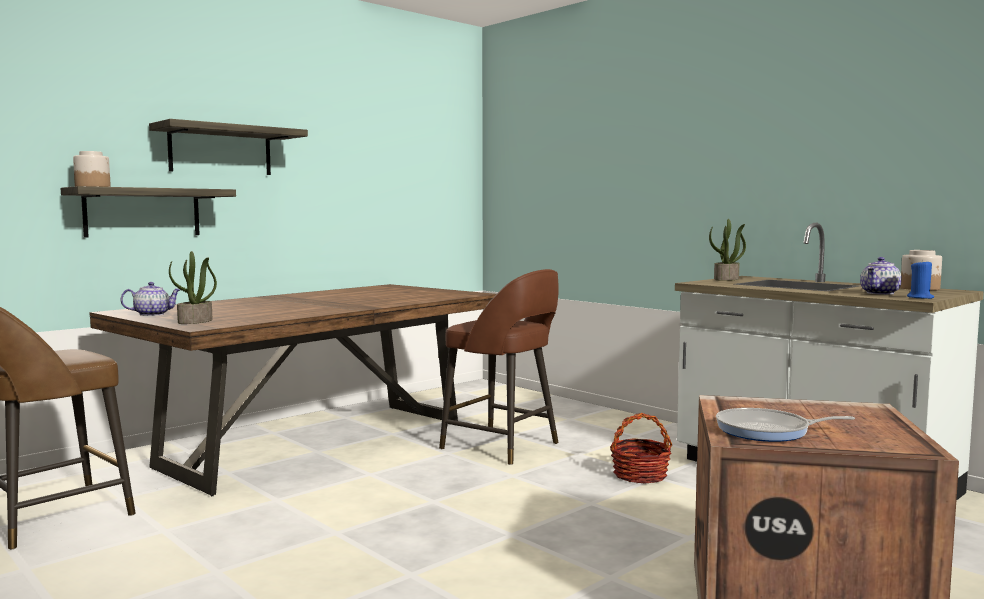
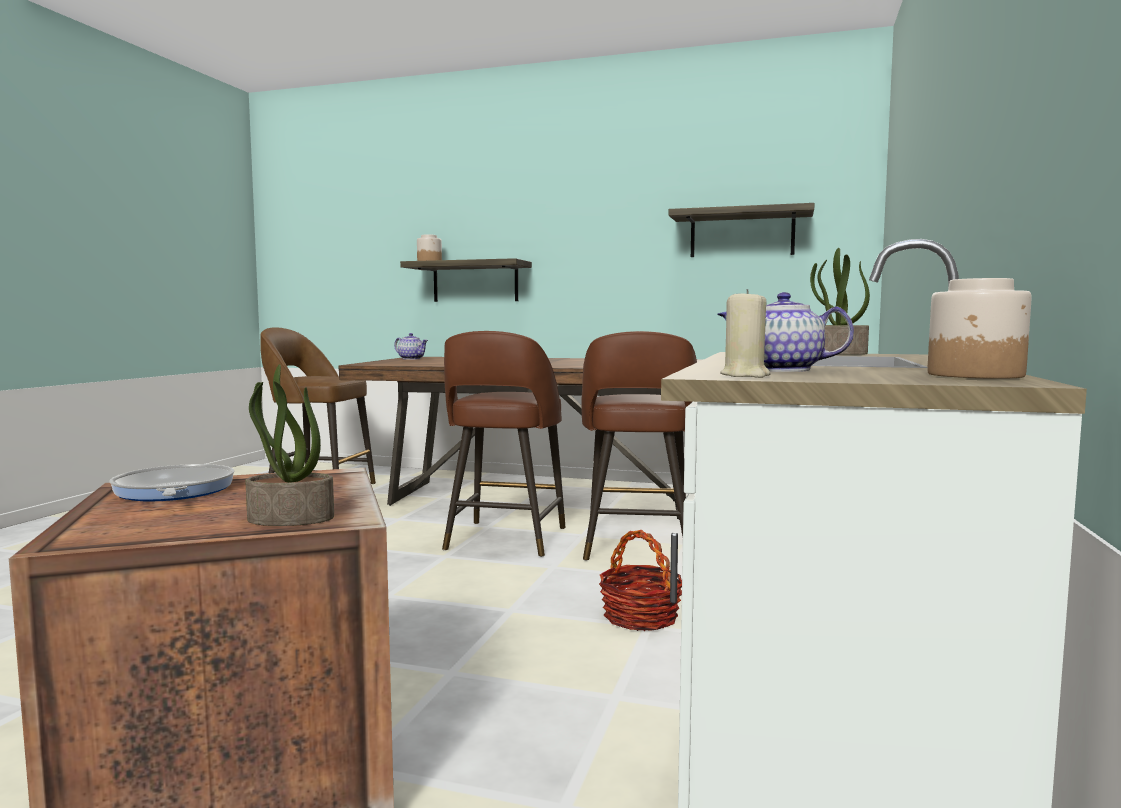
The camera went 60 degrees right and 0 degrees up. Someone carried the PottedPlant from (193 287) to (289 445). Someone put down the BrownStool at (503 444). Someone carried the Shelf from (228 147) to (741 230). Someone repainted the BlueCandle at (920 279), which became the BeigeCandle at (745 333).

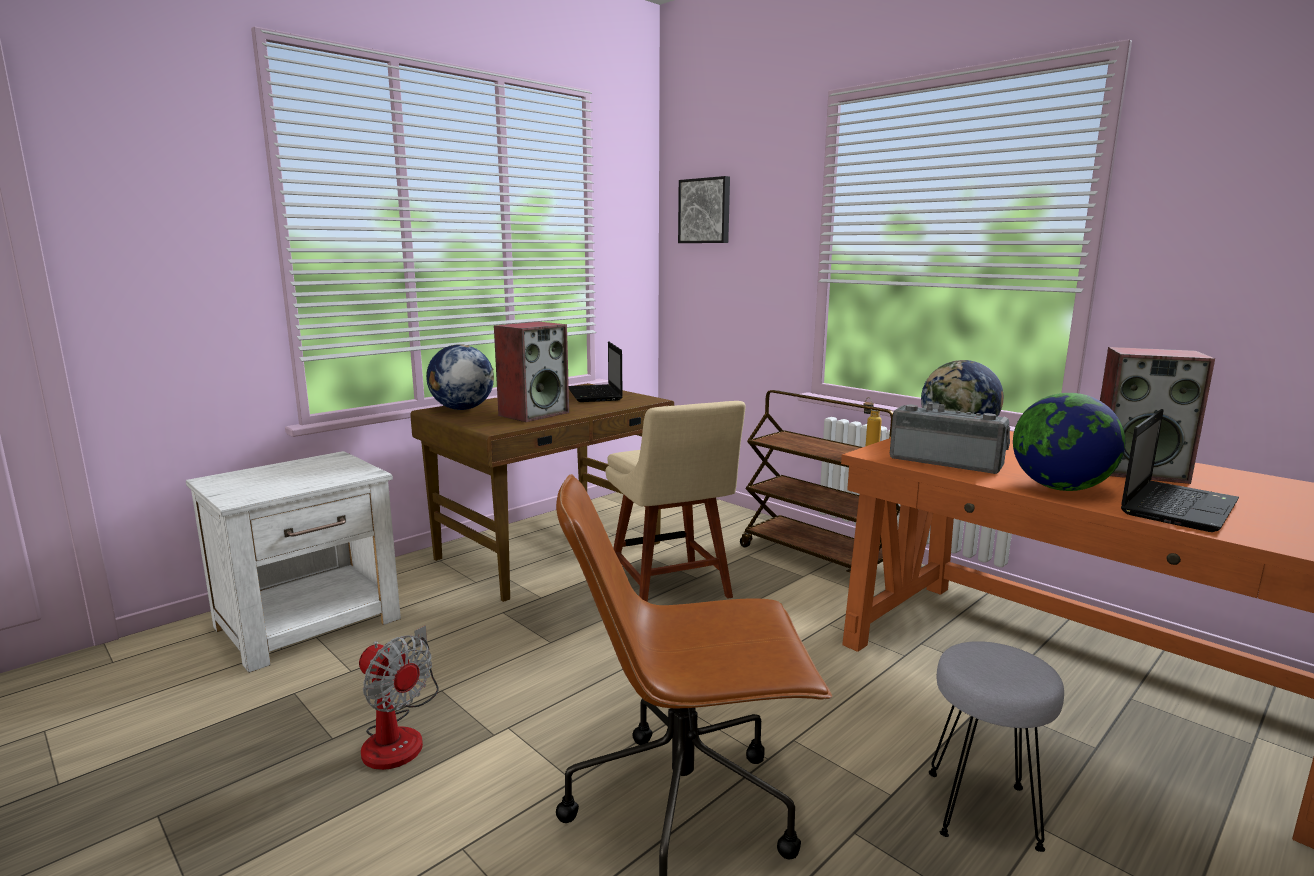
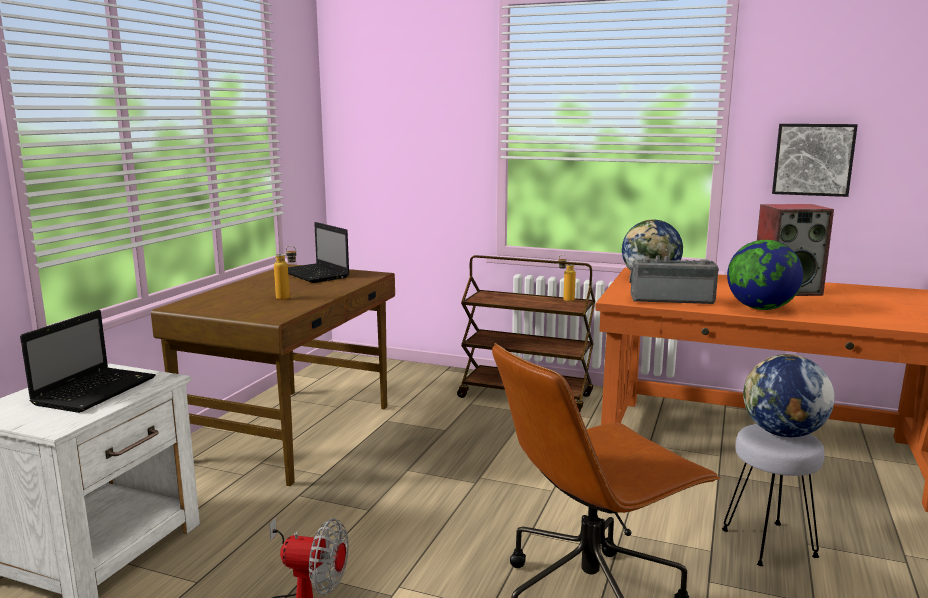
The camera went 25 degrees left and 0 degrees up. Someone carried the Laptop from (1180 470) to (87 361). Someone swapped the Speaker at (531 371) for the Bottle at (285 273). Someone carried the Globe from (460 377) to (789 395). Someone carried the Picture from (704 209) to (815 160). Someone took away the BeigeChair at (676 501).

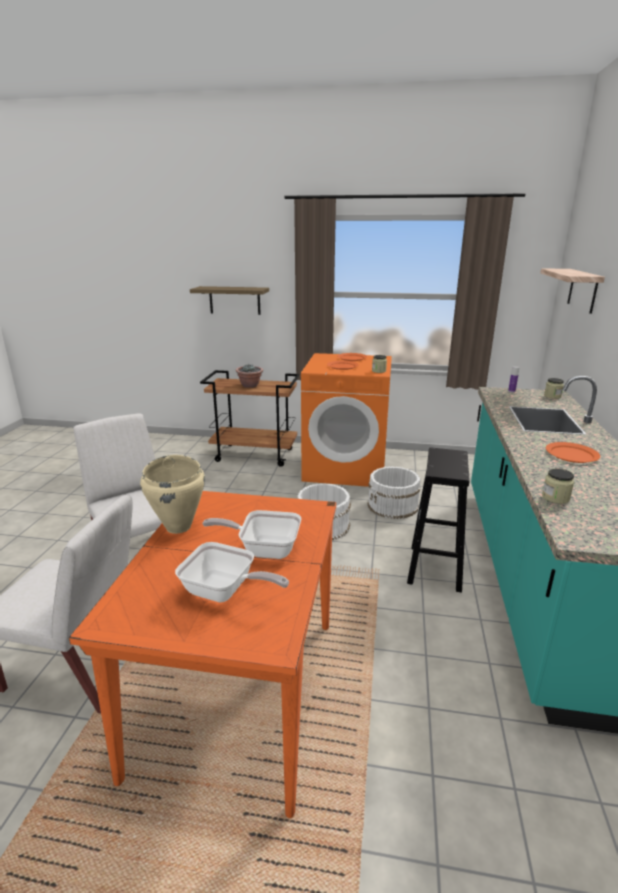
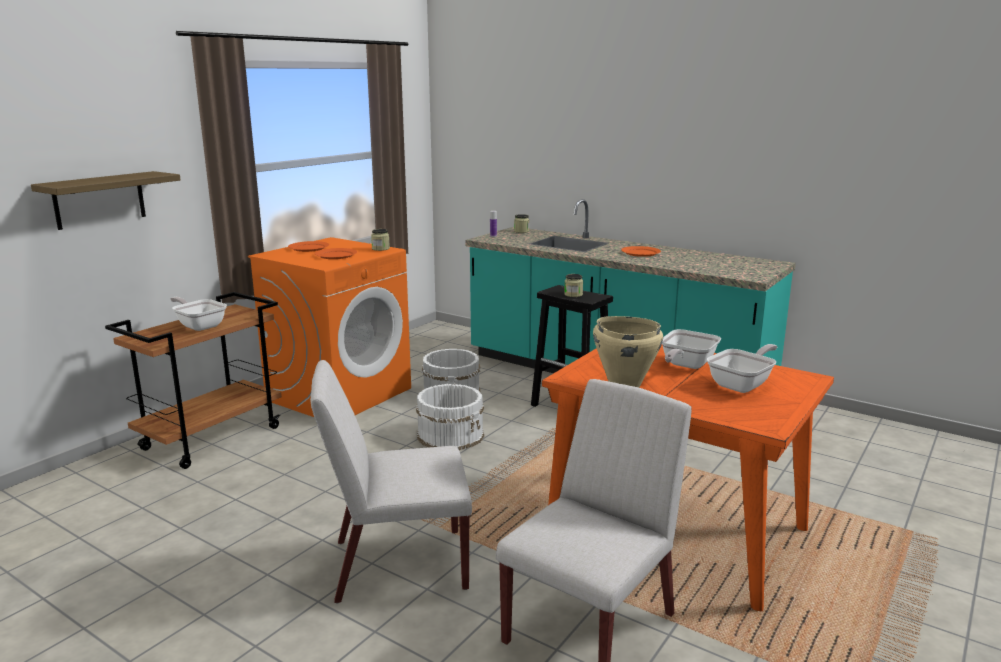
The camera went 65 degrees left and 5 degrees down. Someone swapped the PottedPlant at (249 376) for the FryingPan at (198 314). Someone carried the Jar from (558 486) to (573 285). Someone took away the Shelf at (572 291).

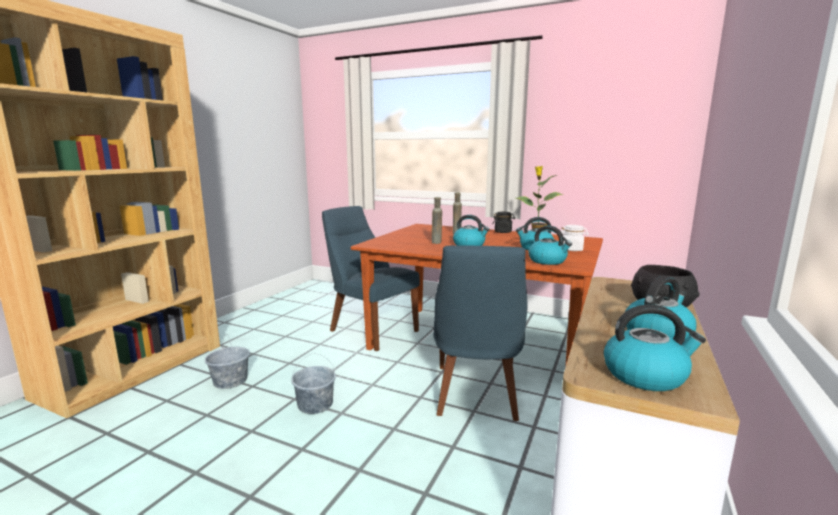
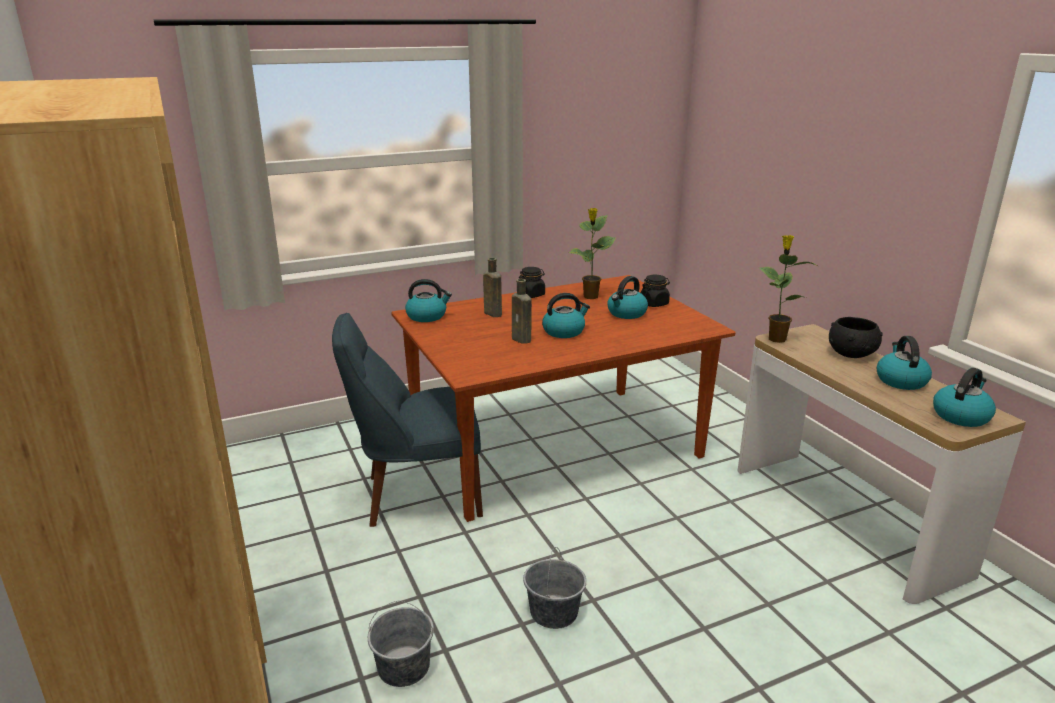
The camera went 50 degrees left and 10 degrees up. Someone carried the Kettle from (550 245) to (428 300). Someone repainted the WhiteJar at (574 238), which became the BlackJar at (655 291). Someone put down the PottedPlant at (787 289). Someone took away the BlueChair at (480 333).

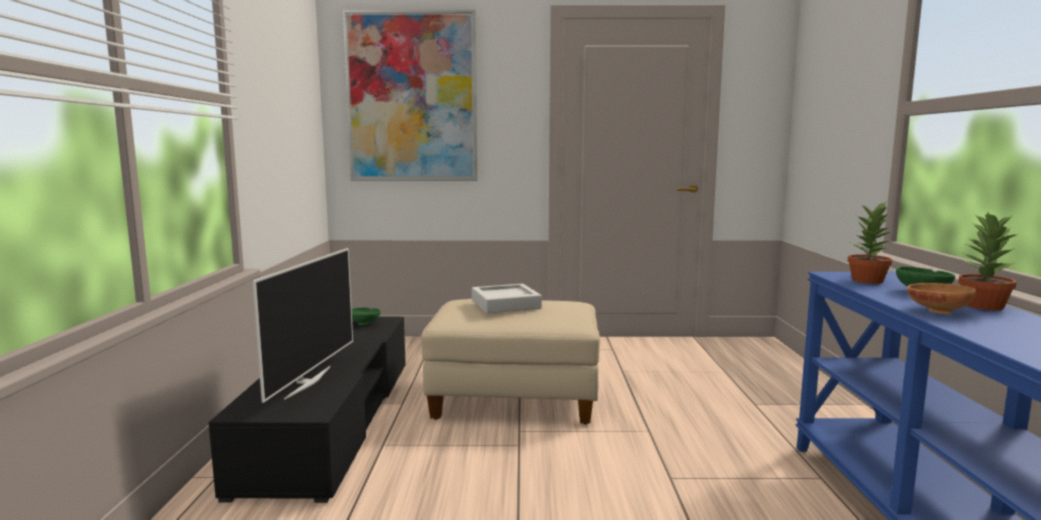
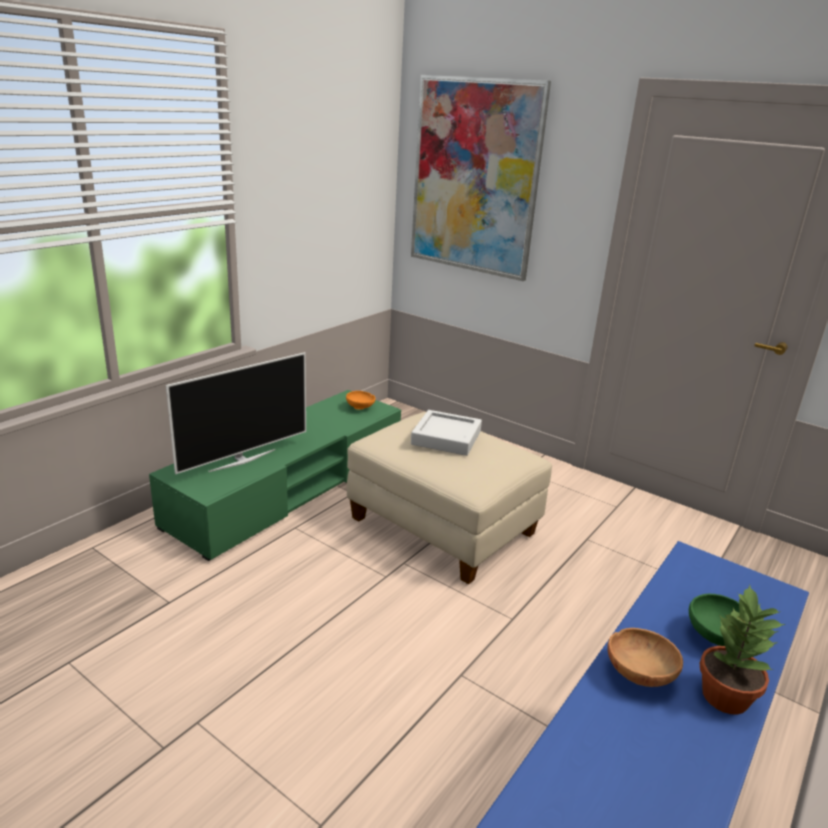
The camera went 35 degrees right and 15 degrees up. Someone repainted the BlackTvStand at (307 410), which became the GreenTvStand at (275 475). Someone repainted the GreenBowl at (366 316), which became the OrangeBowl at (360 400). Someone took away the PottedPlant at (870 242).

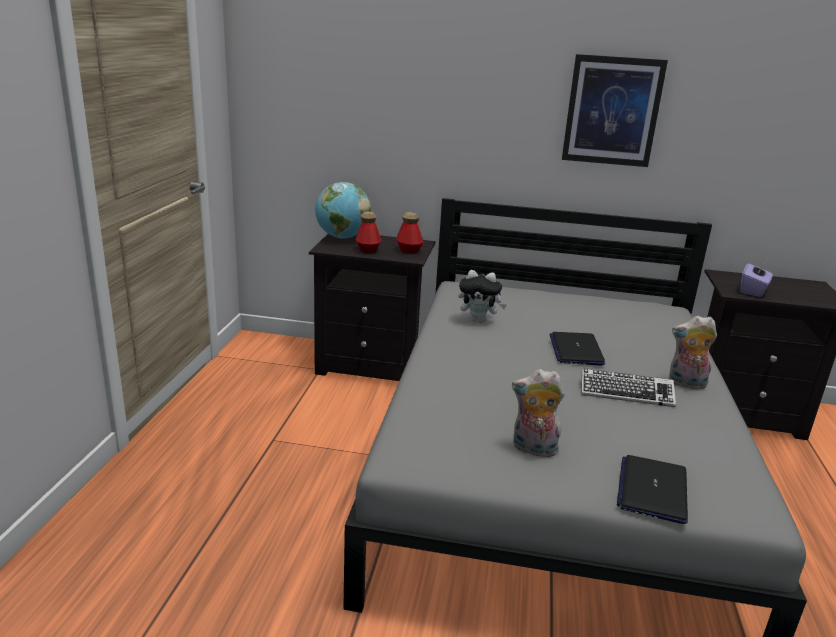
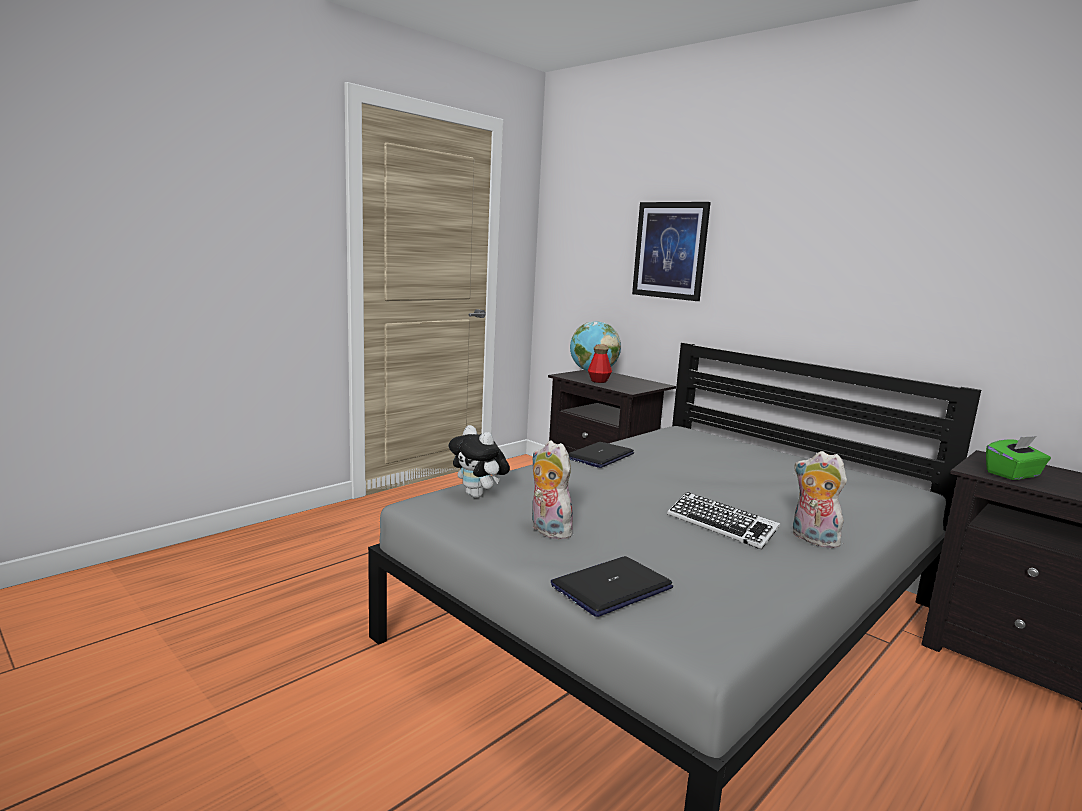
The camera went 35 degrees right and 10 degrees down. Someone carried the PlushToy from (482 296) to (479 461). Someone carried the Laptop from (577 349) to (601 455). Someone carried the Picture from (615 110) to (671 251). Someone repainted the PurpleTissueBox at (756 279), which became the GreenTissueBox at (1018 458). Someone took away the Bottle at (410 233).

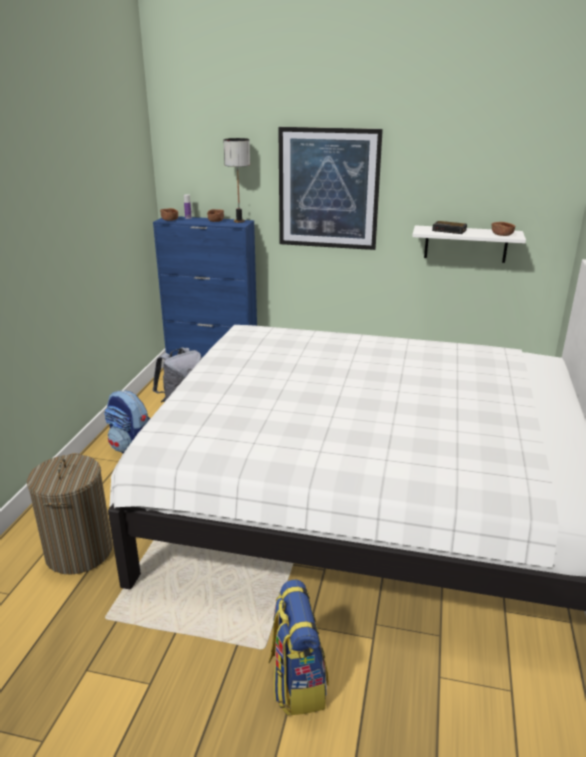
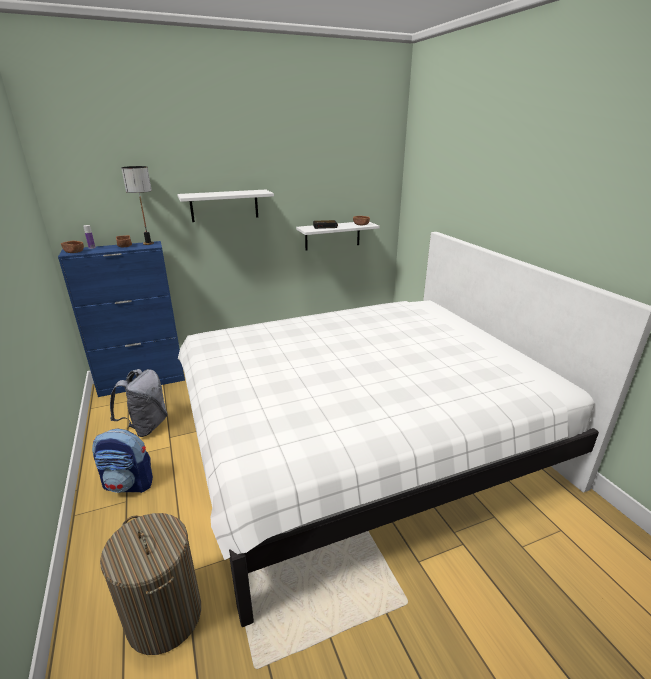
The camera went 35 degrees left and 0 degrees up. Someone swapped the Picture at (330 188) for the WhiteShelf at (225 206). Someone took away the Backpack at (298 647).

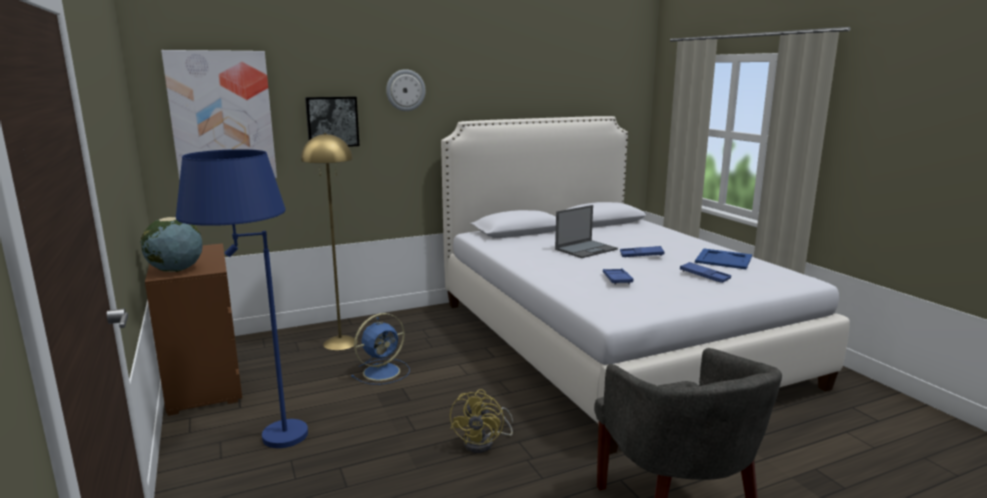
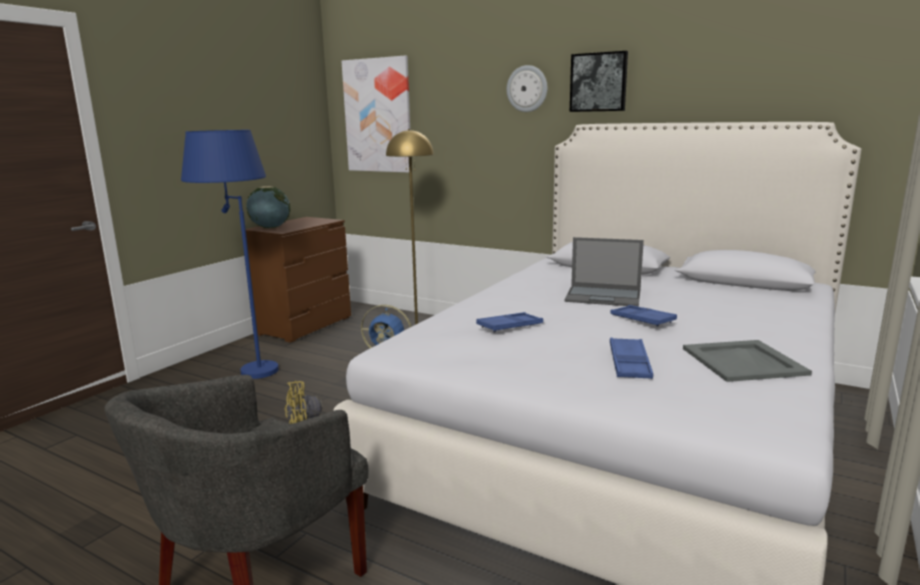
The camera went 55 degrees right and 0 degrees up. Someone carried the Picture from (332 121) to (599 81). Someone repainted the BlueTray at (723 259), which became the GreyTray at (747 361).

